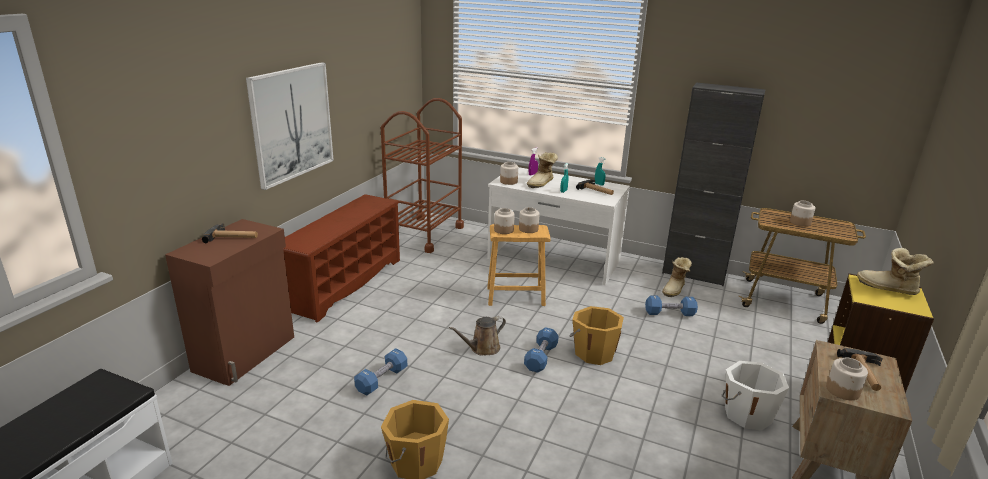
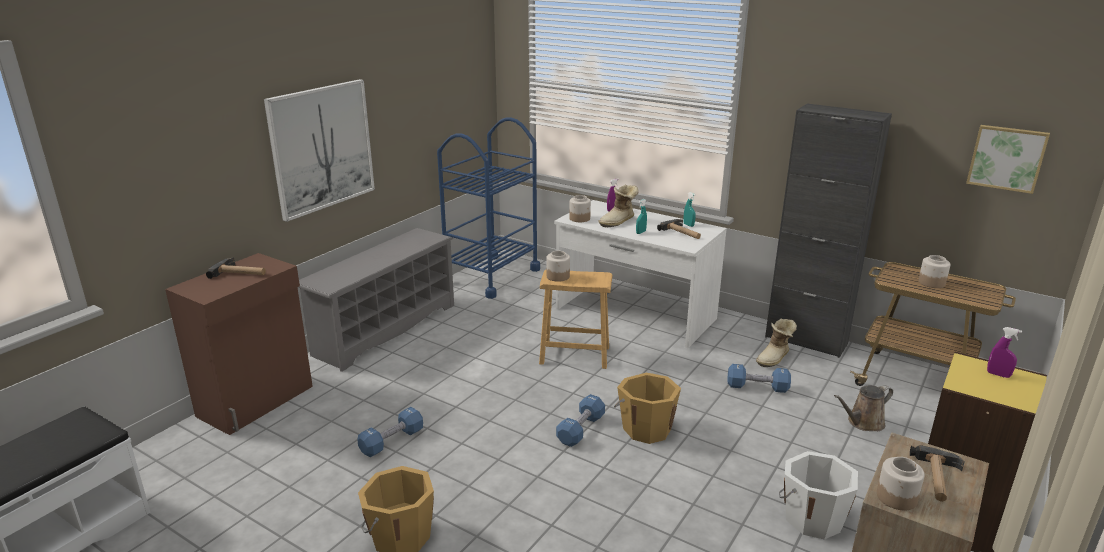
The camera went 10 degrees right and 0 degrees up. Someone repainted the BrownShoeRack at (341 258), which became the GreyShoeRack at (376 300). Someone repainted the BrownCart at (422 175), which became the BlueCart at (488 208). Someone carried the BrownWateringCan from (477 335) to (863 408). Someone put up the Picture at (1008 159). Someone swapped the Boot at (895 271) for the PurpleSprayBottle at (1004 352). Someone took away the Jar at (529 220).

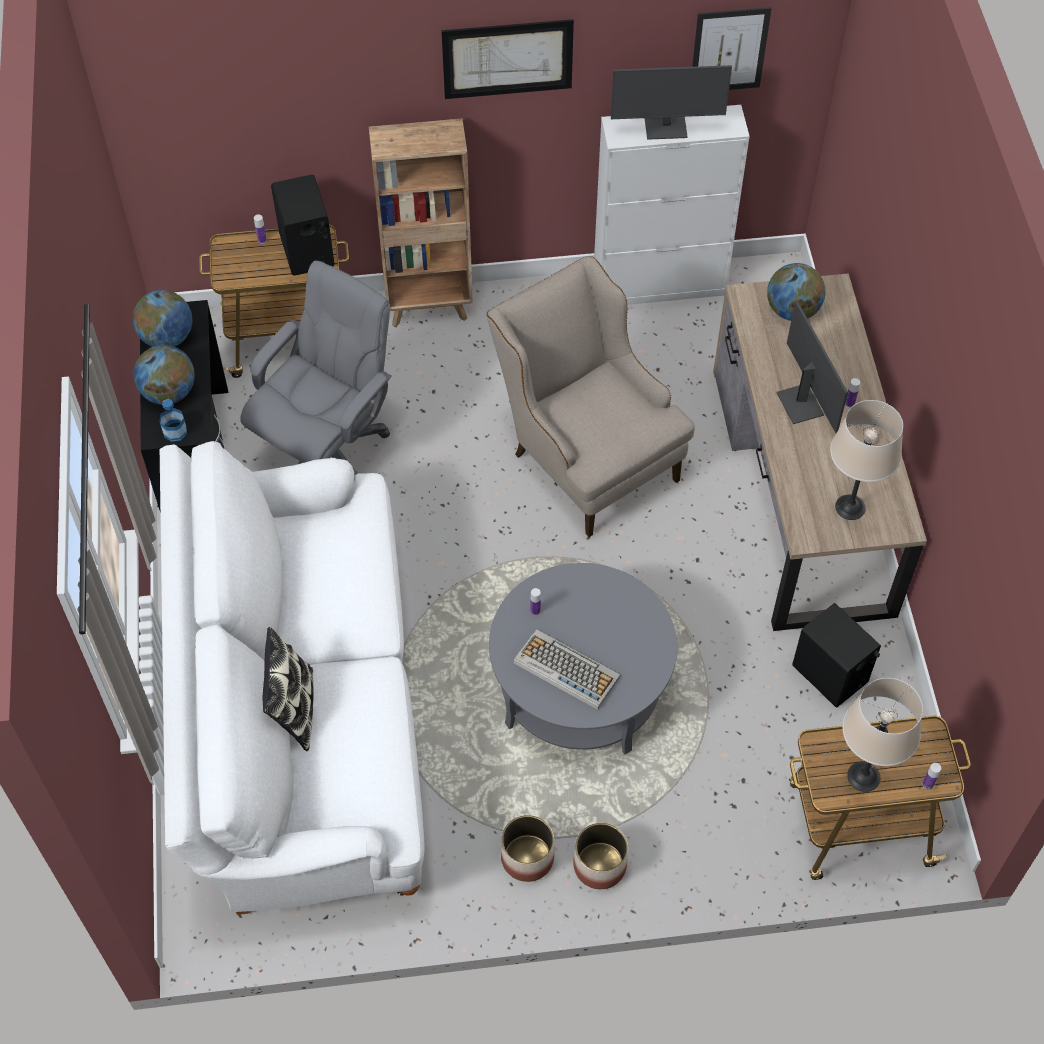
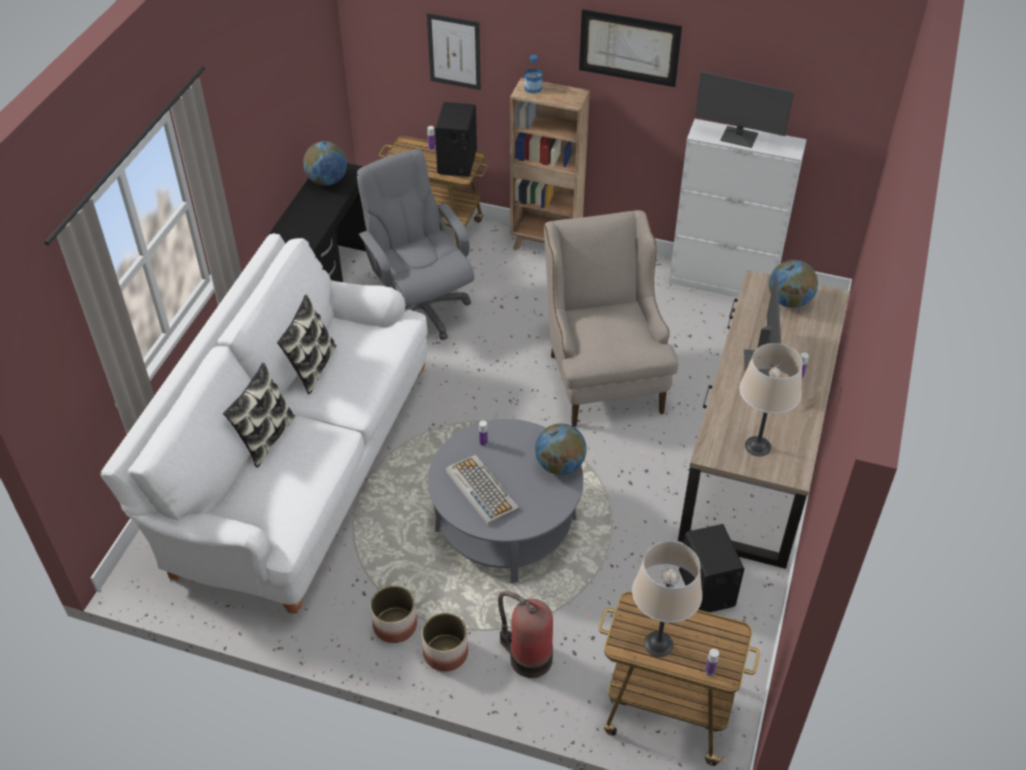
The camera went 25 degrees right and 10 degrees down. Someone put down the Pillow at (307 345). Someone rotated the GreyOfficeChair at (316 370) by 90 degrees counterclockwise. Someone carried the Picture from (732 48) to (454 51). Someone put down the FireExtinguisher at (525 634). Someone carried the Bottle from (173 420) to (533 74). Someone carried the Globe from (164 375) to (561 449).

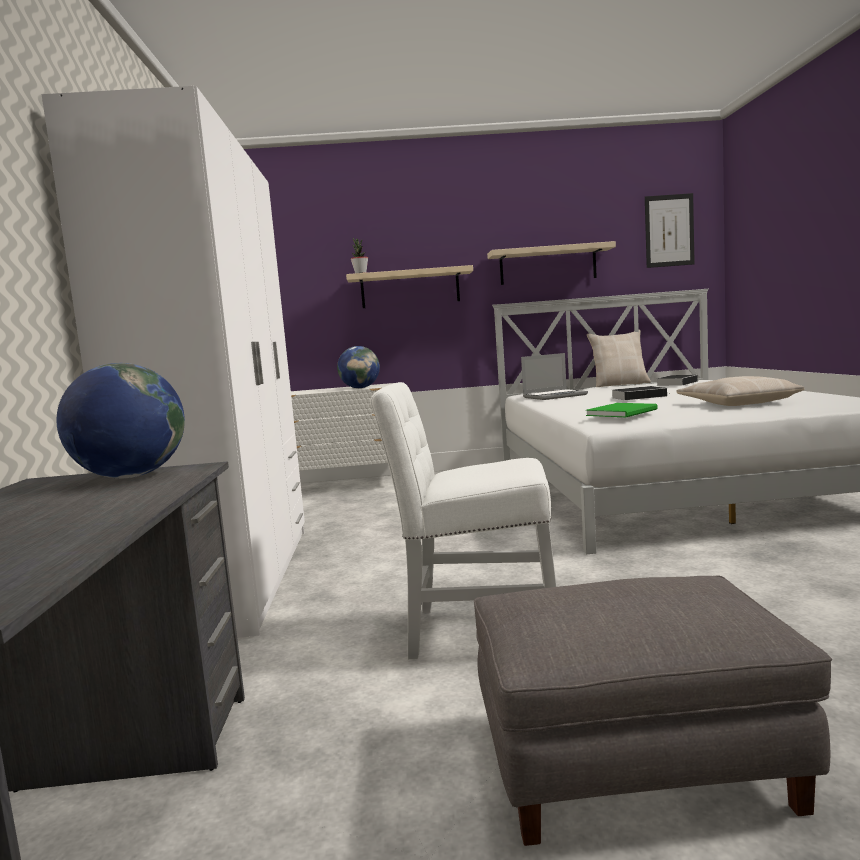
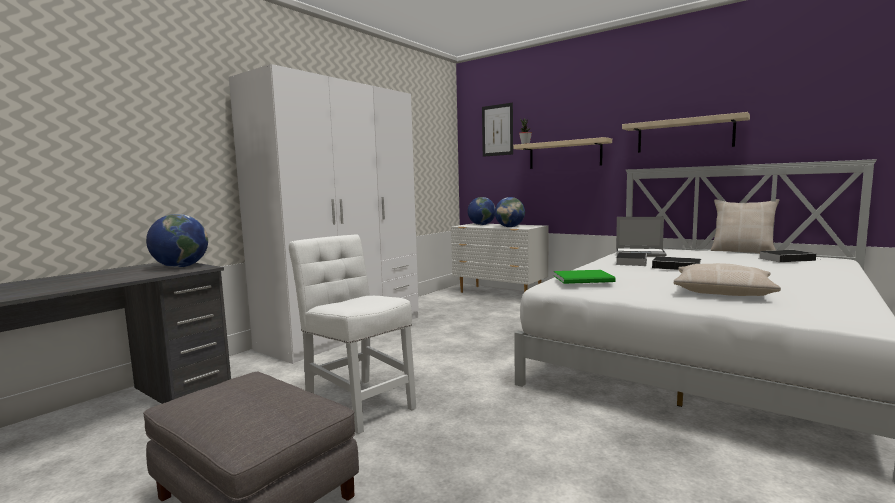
The camera went 40 degrees right and 0 degrees up. Someone put down the Globe at (481 211). Someone carried the Picture from (670 230) to (497 130). Someone put down the Book at (631 259).

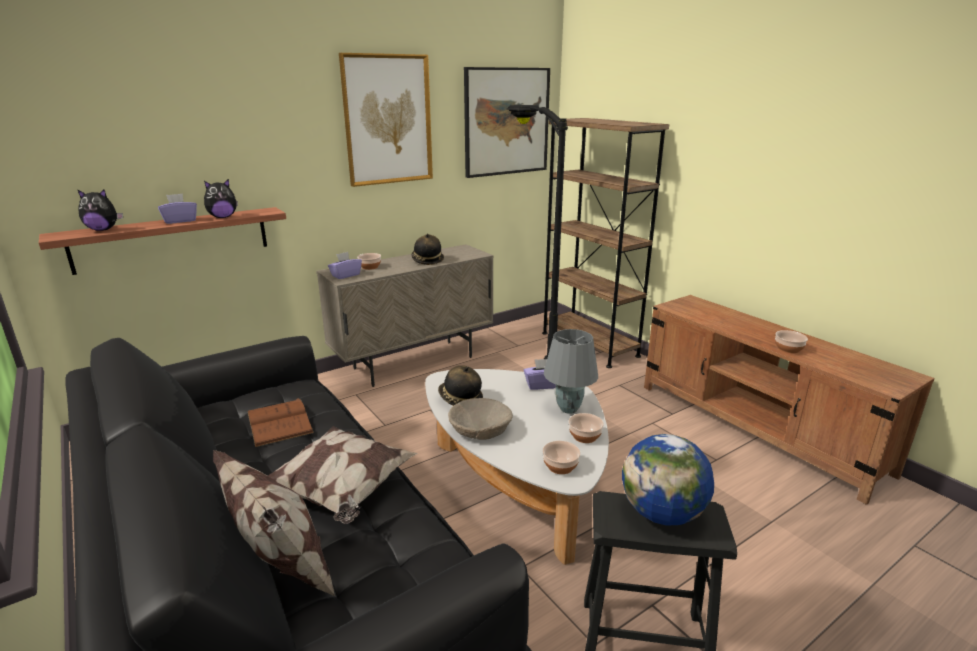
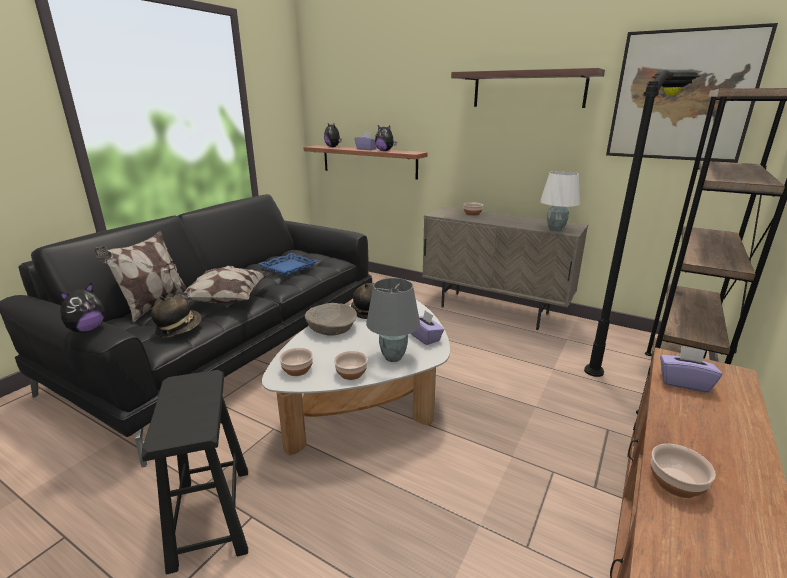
The camera went 65 degrees right and 0 degrees up. Someone put down the PlushToy at (82 308). Someone carried the Hat from (428 249) to (176 317). Someone swapped the BrownBook at (280 422) for the BlueTray at (288 264). Someone swapped the Picture at (386 120) for the Shelf at (528 88). Someone put down the WhiteTableLamp at (560 201). Someone carried the PurpleTissueBox from (345 265) to (691 369). Someone took away the Globe at (668 480).

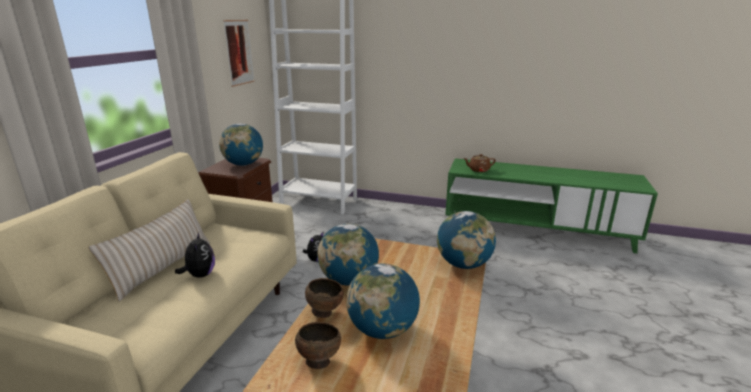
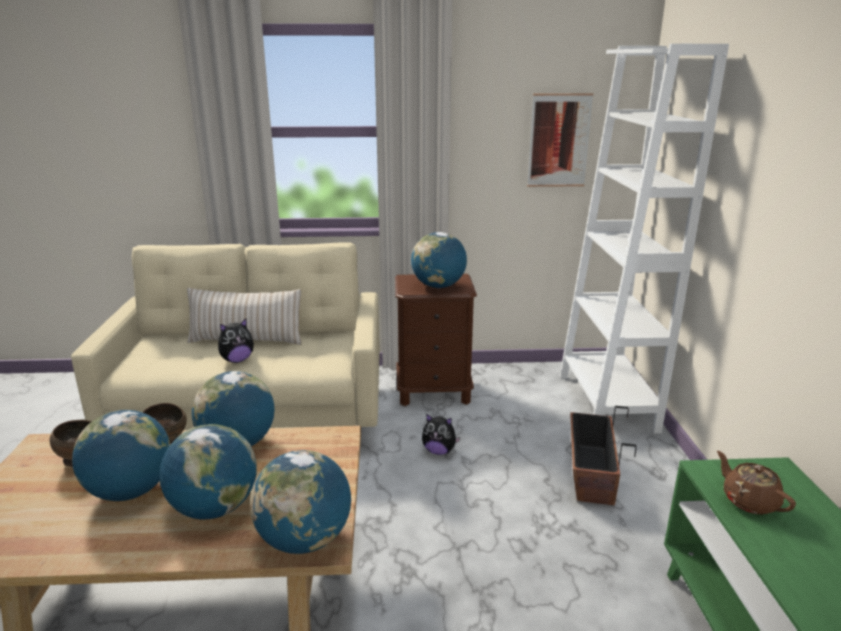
The camera went 70 degrees right and 0 degrees up. Someone put down the Globe at (208 471). Someone put down the Planter at (603 456).

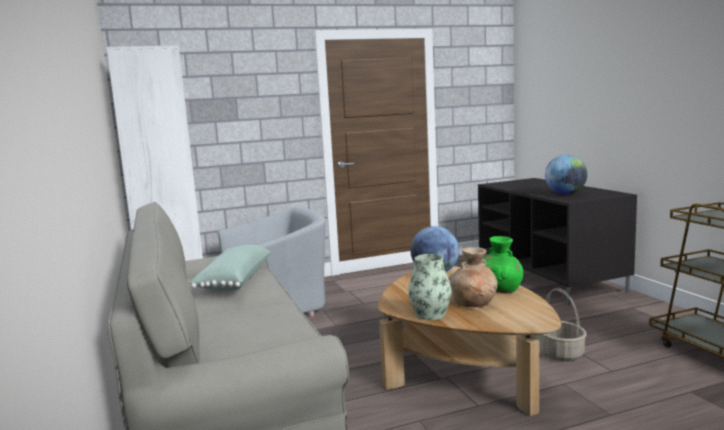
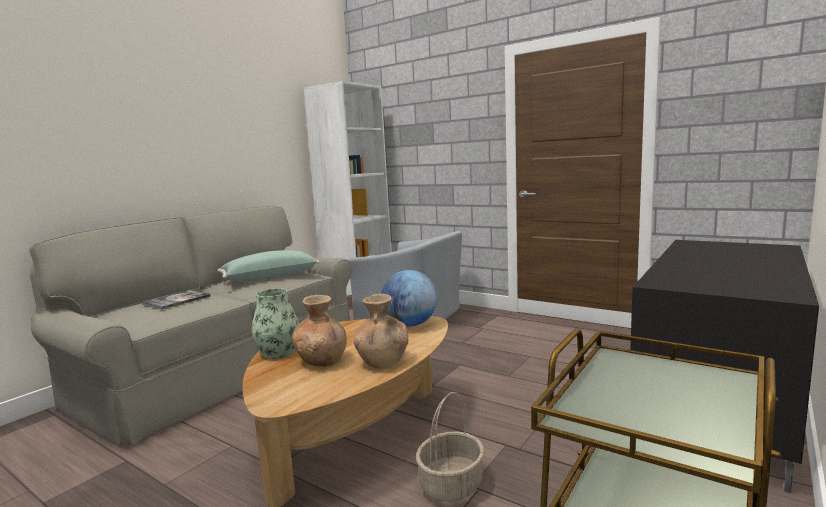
The camera went 55 degrees right and 0 degrees up. Someone put down the Book at (176 299). Someone repainted the GreenVase at (503 264), which became the BrownVase at (380 331). Someone took away the Globe at (566 175).

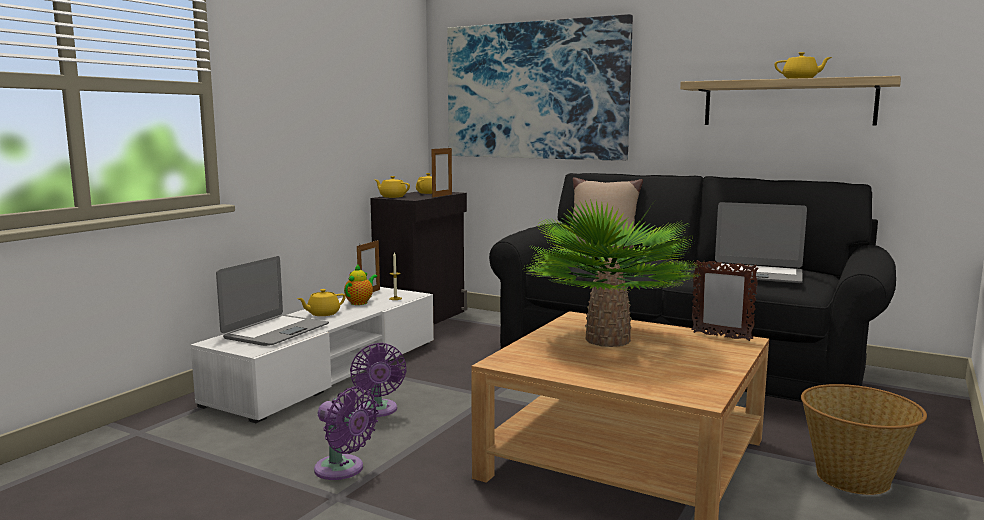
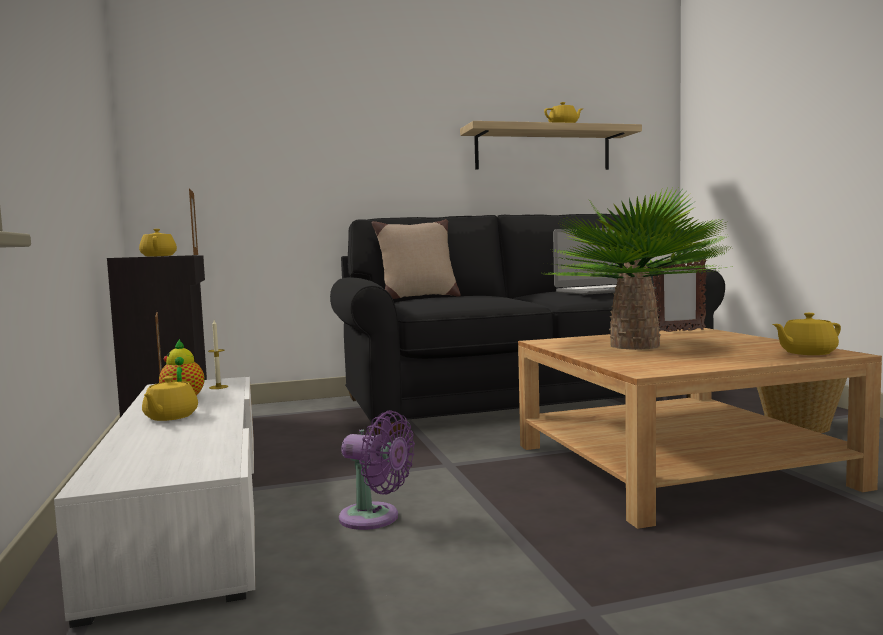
The camera went 45 degrees left and 5 degrees down. Someone carried the YellowTeapot from (392 187) to (807 334). Someone took away the Laptop at (272 301). Someone took away the PurpleFan at (346 433). Someone took away the Picture at (540 87).

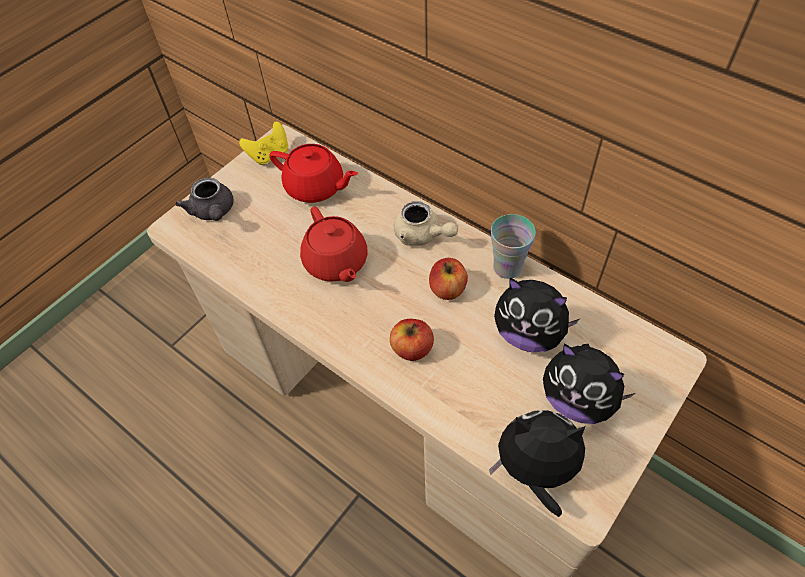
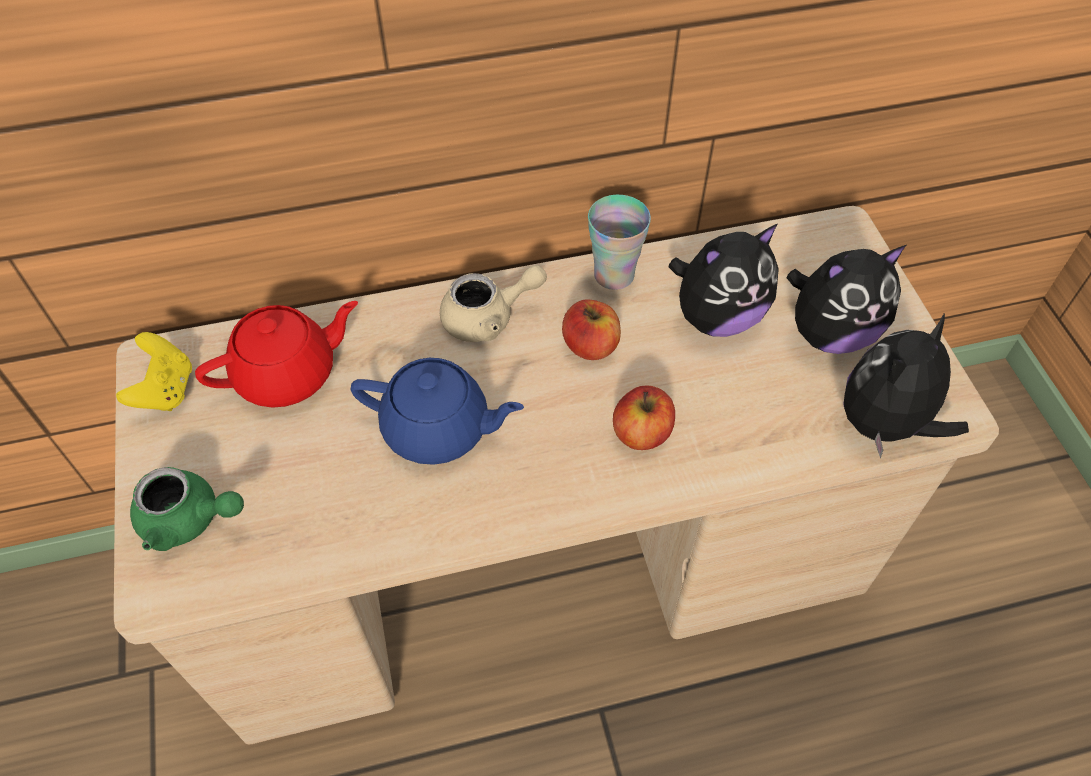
The camera went 55 degrees left and 0 degrees up. Someone repainted the GreyTeapot at (205 199), which became the GreenTeapot at (187 509). Someone repainted the RedTeapot at (334 244), which became the BlueTeapot at (437 411).

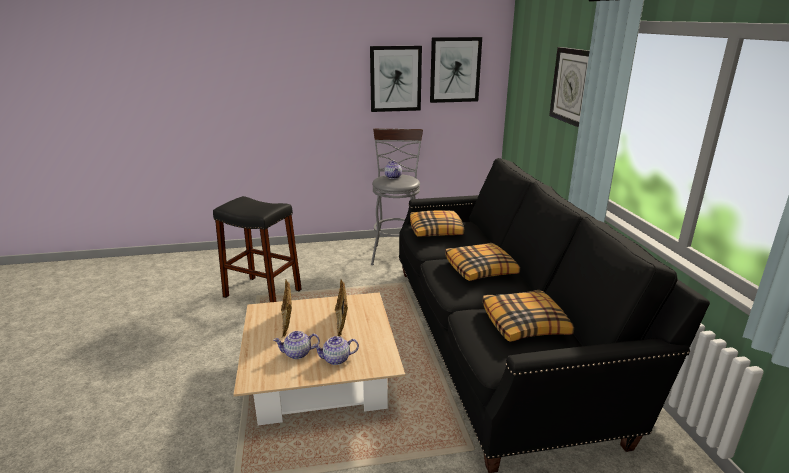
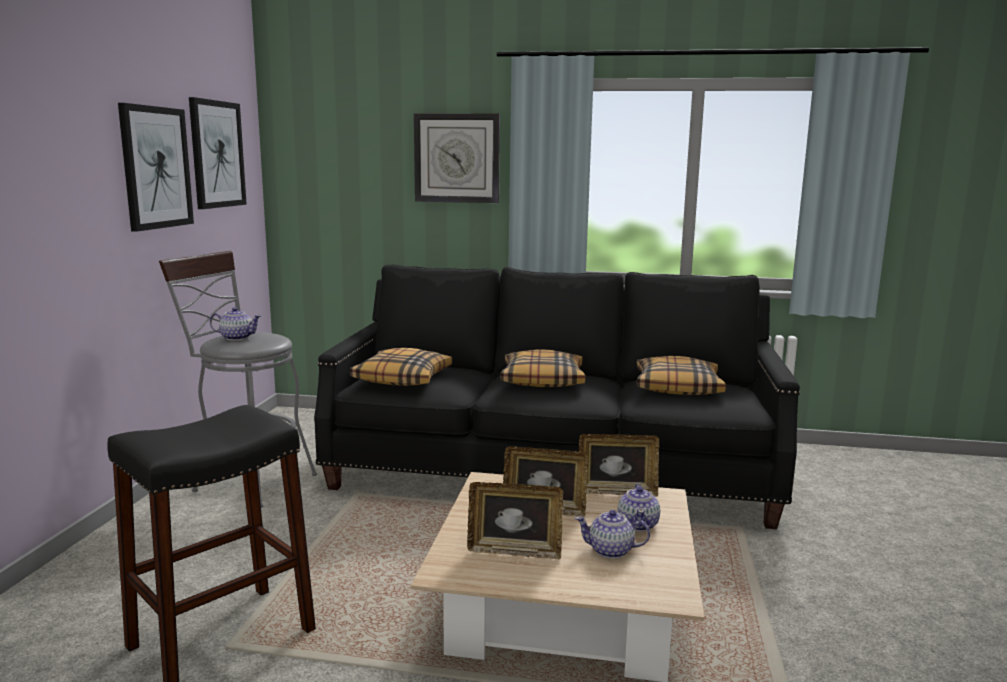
The camera went 70 degrees left and 10 degrees down. Someone rotated the Teapot at (296 345) by 90 degrees clockwise. Someone put down the PictureFrame at (619 465).

